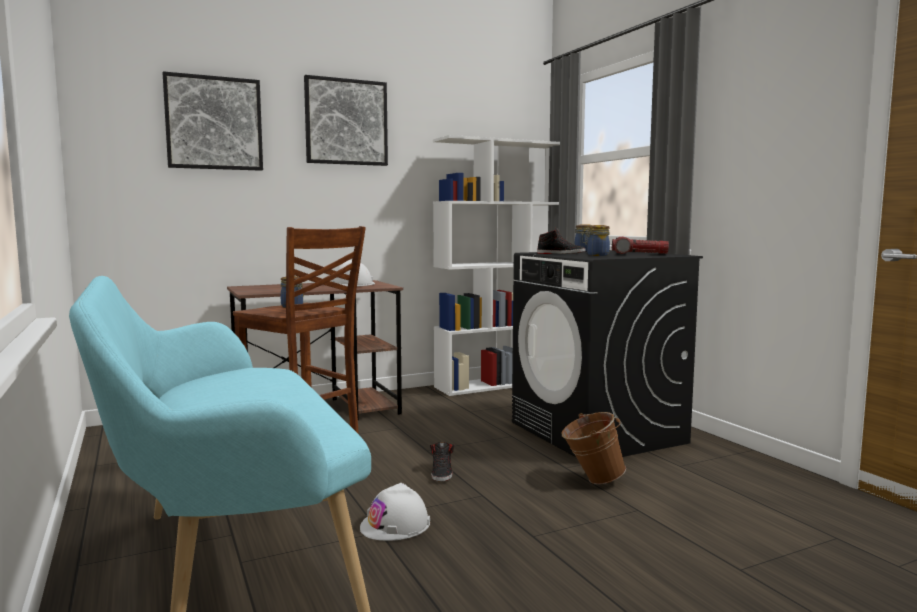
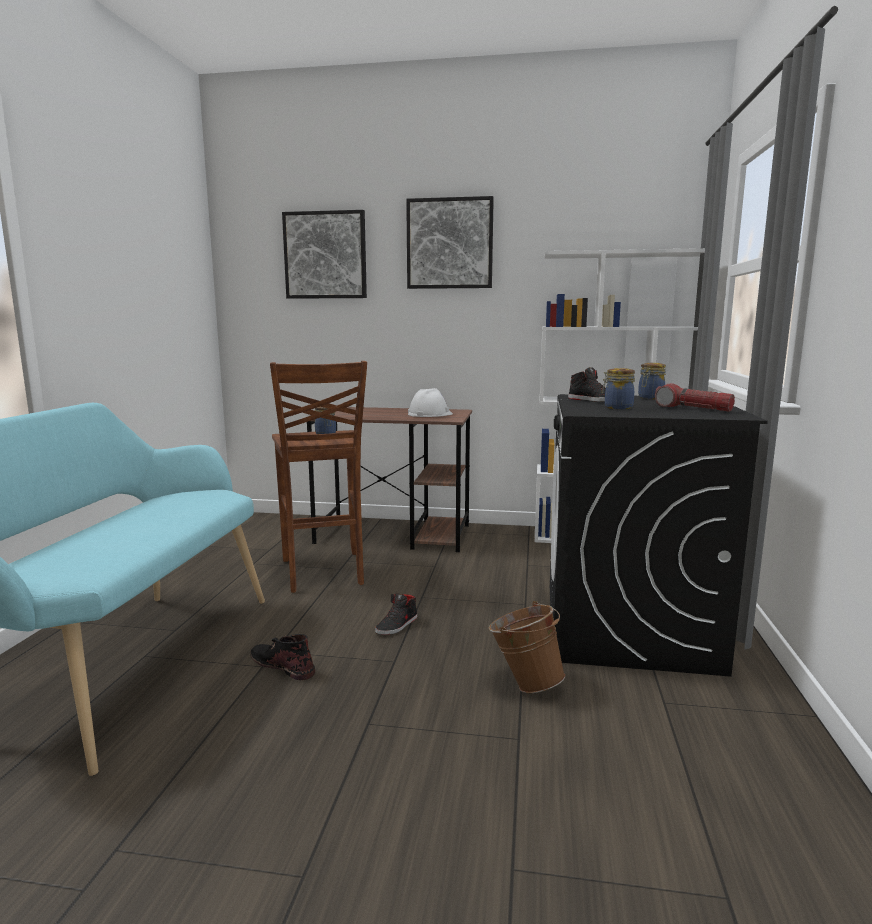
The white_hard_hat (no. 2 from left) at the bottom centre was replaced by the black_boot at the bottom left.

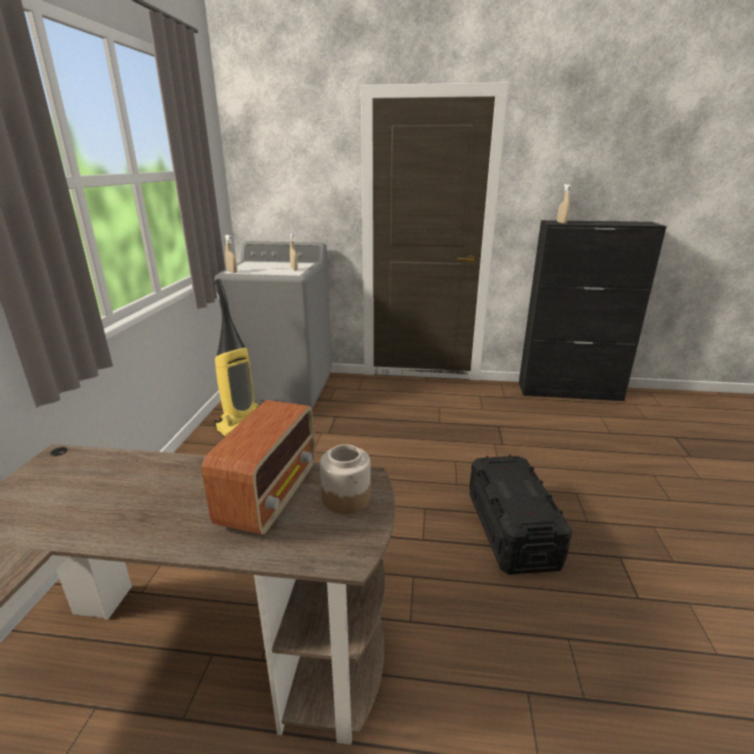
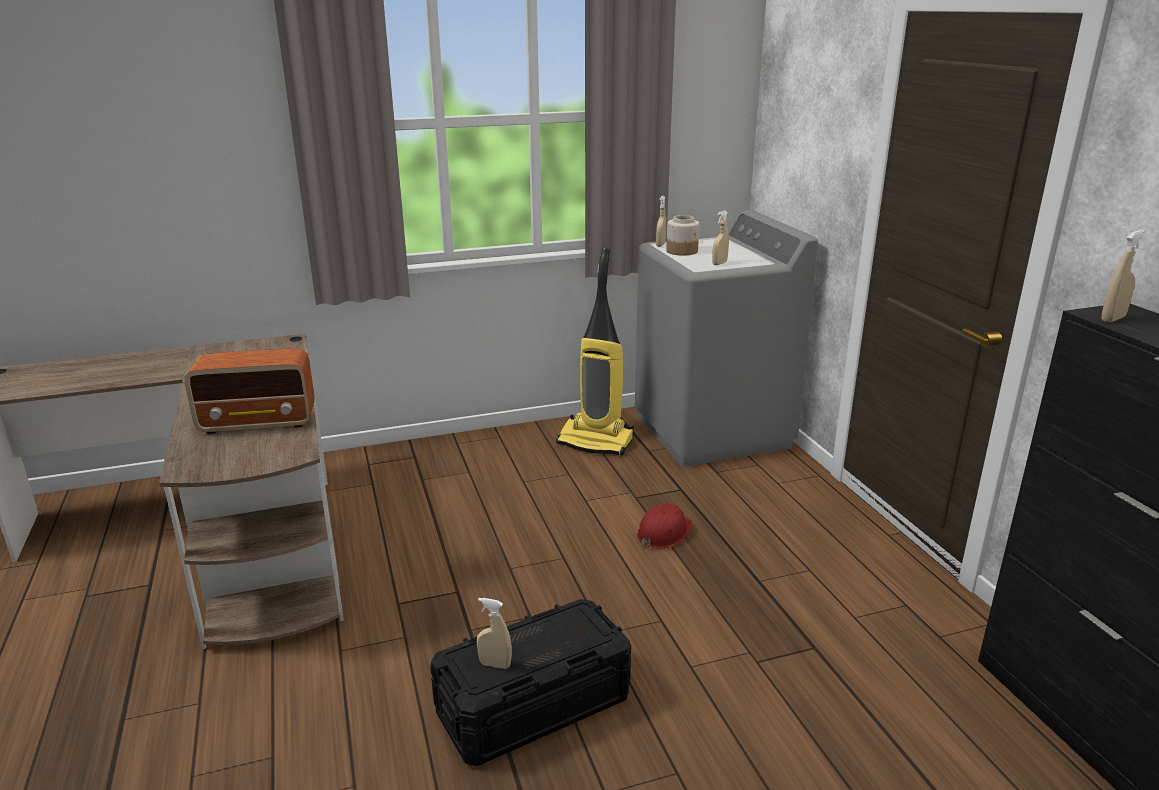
The jar moved from the centre to the top centre. The beige_spray_bottle (no. 1 from left) at the bottom centre appeared. The red_hard_hat at the centre appeared.

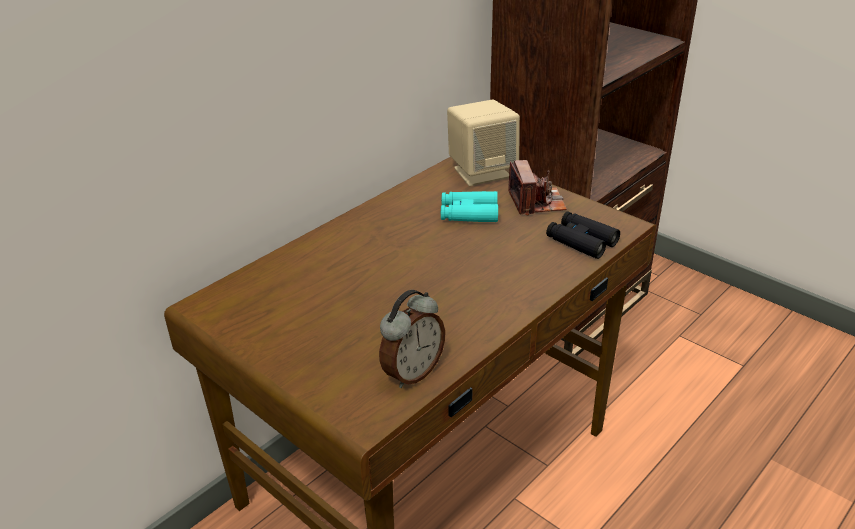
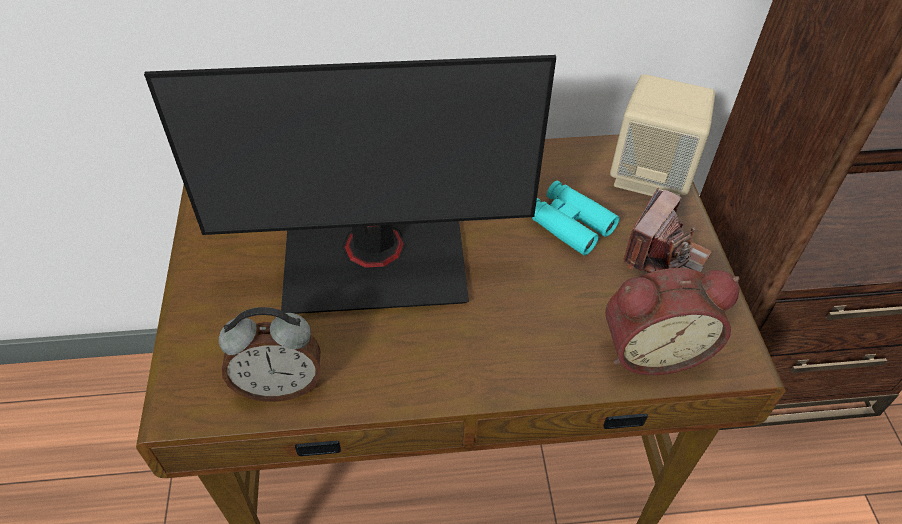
The black_binoculars at the middle right was replaced by the alarm_clock (no. 2 from left) at the middle right. The monitor at the centre appeared.

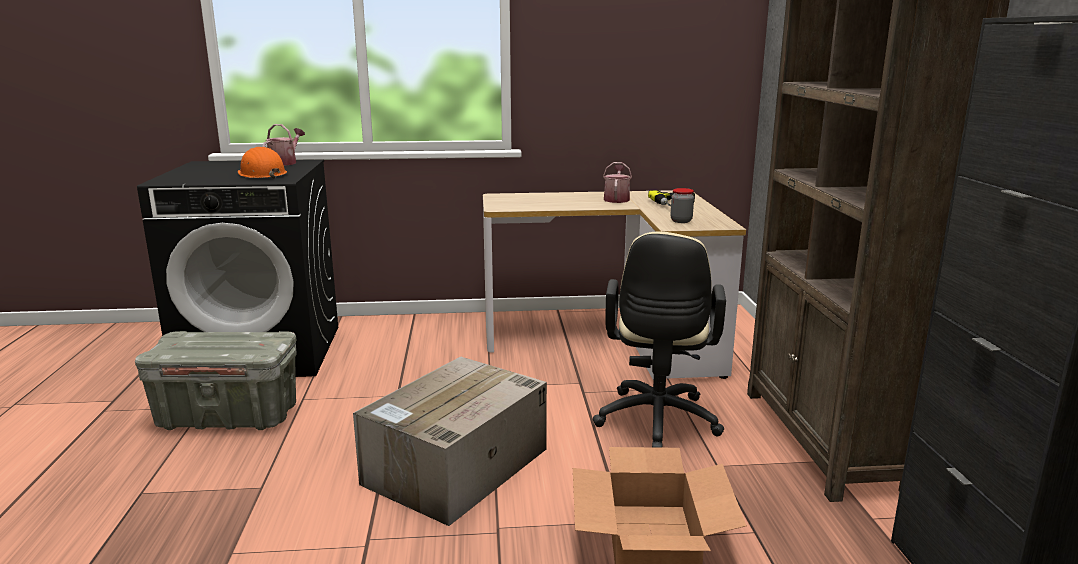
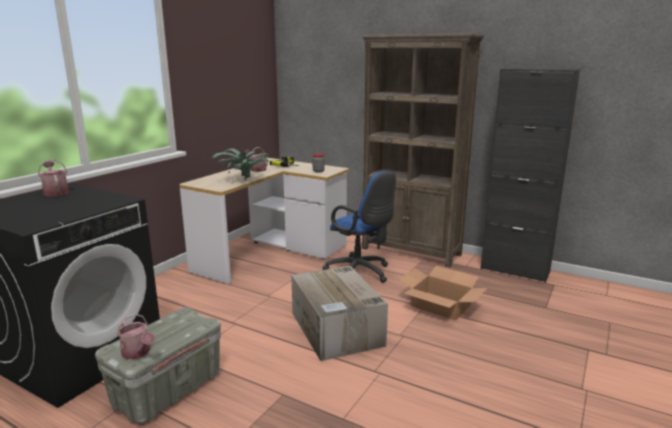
The orange_hard_hat at the top left disappeared. The beige_office_chair at the centre became the blue_office_chair at the centre. The watering_can (no. 2 from left) at the bottom left appeared. The potted_plant at the centre appeared.

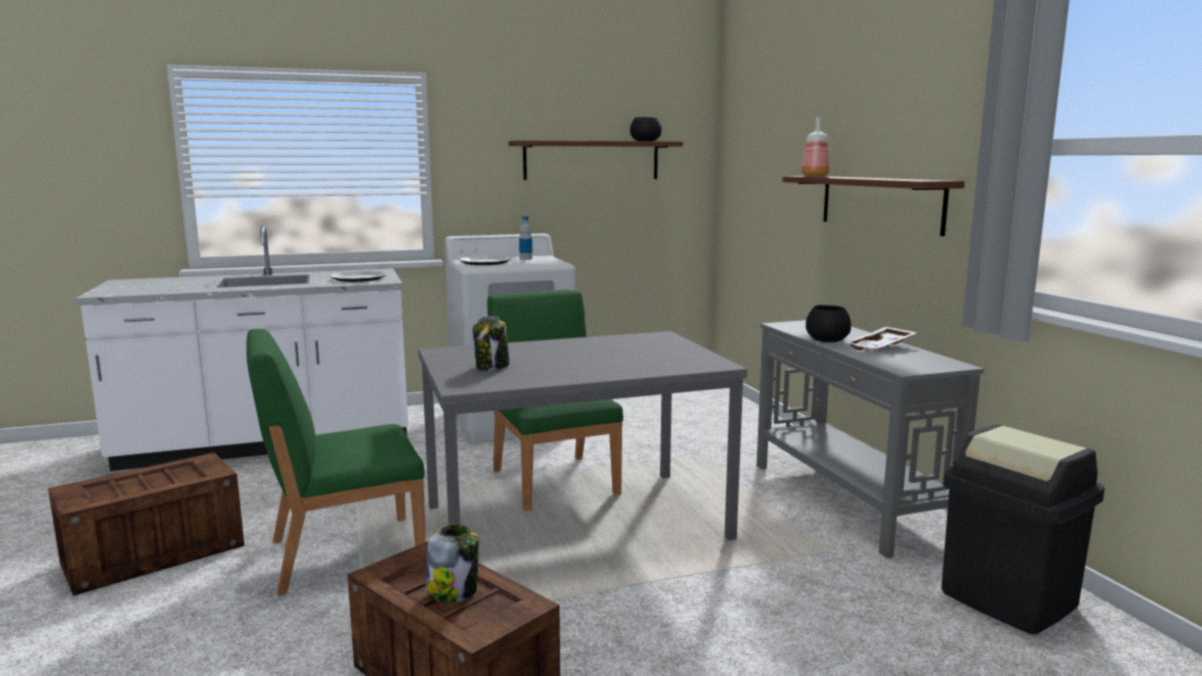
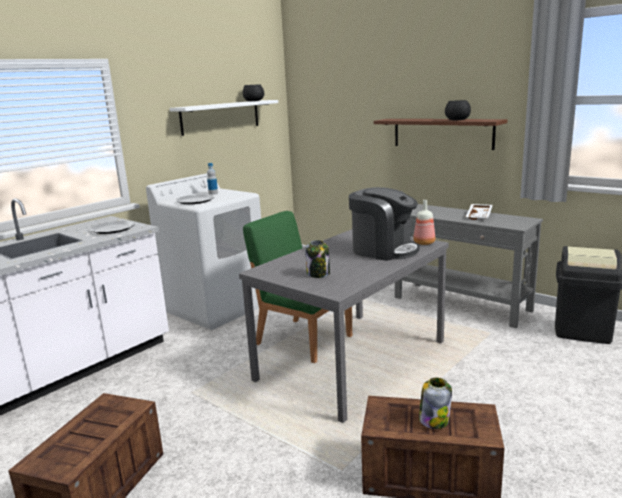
The green_chair (no. 1 from left) at the bottom left disappeared. The brown_shelf (no. 1 from left) at the top centre became the white_shelf at the top centre. The bottle (no. 2 from left) moved from the top right to the middle right. The black_bowl (no. 2 from left) moved from the middle right to the top right. The coffee_machine at the centre appeared.

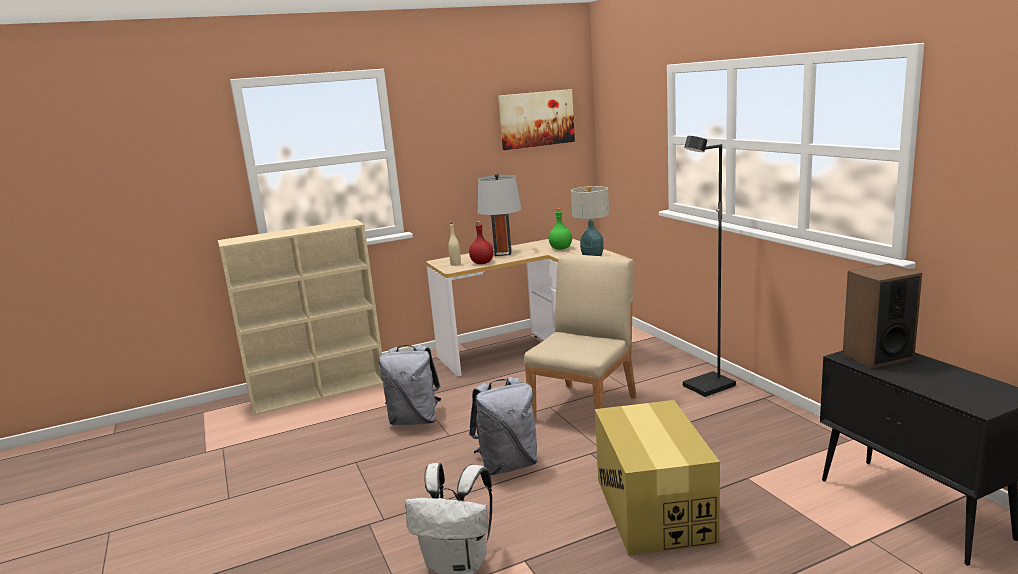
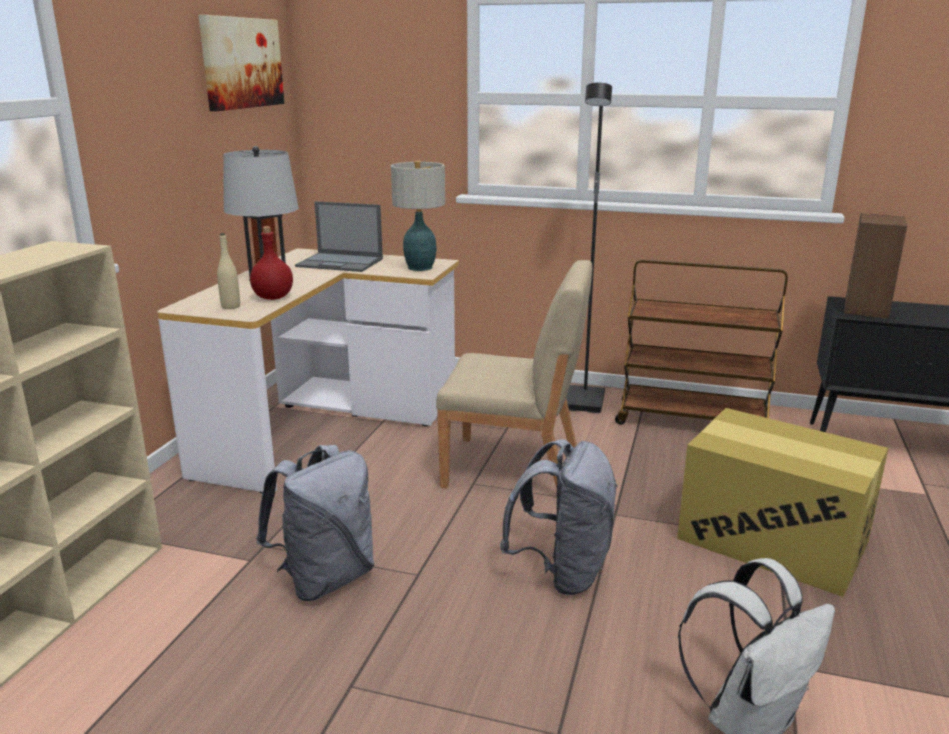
The beige_chair at the centre turned 120 degrees clockwise. The green_bottle at the centre was replaced by the laptop at the top centre. The brown_cart at the middle right appeared.

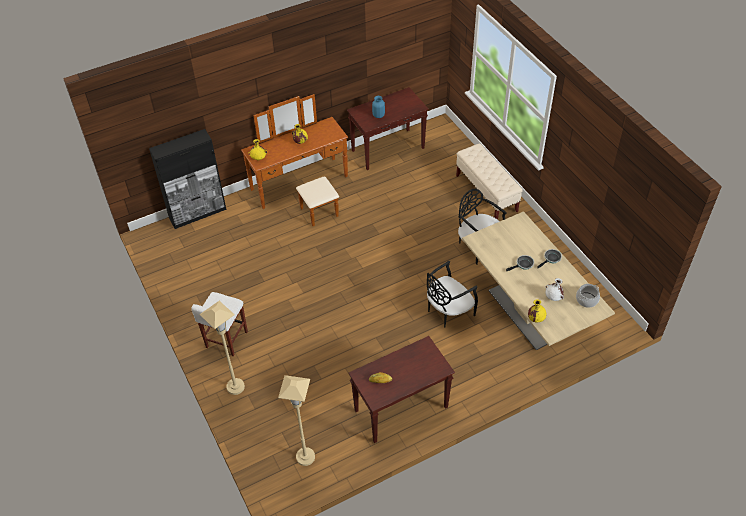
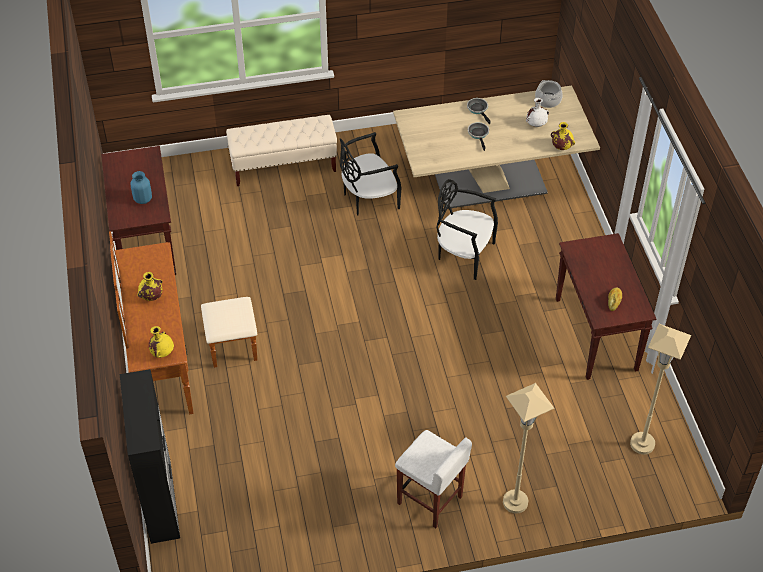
The black_chair (no. 1 from left in the first image) at the centre turned 135 degrees clockwise.

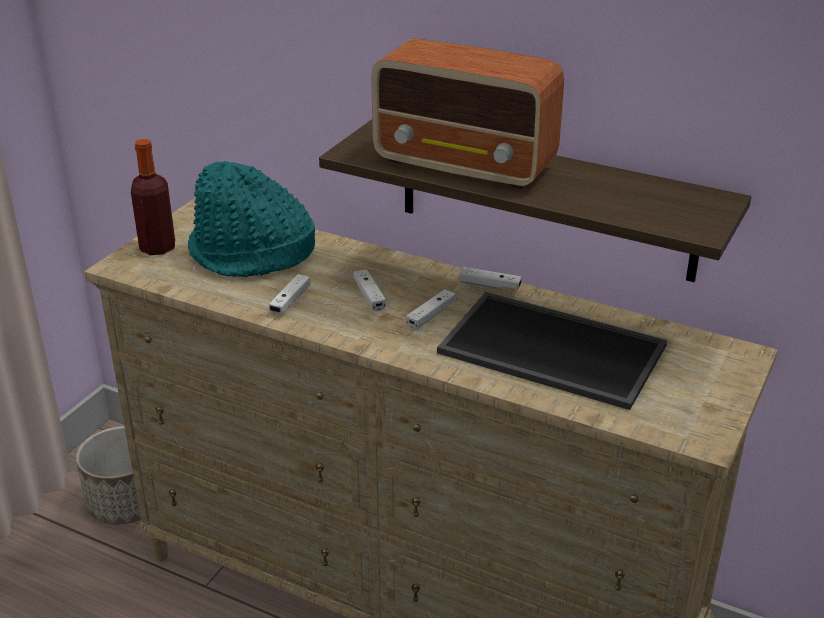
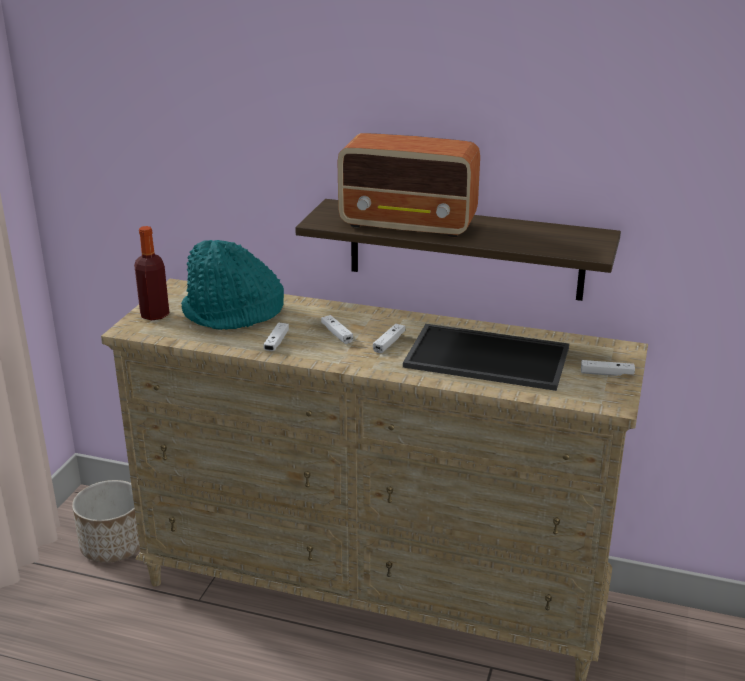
The white_game_controller (no. 4 from left) moved from the centre to the middle right.

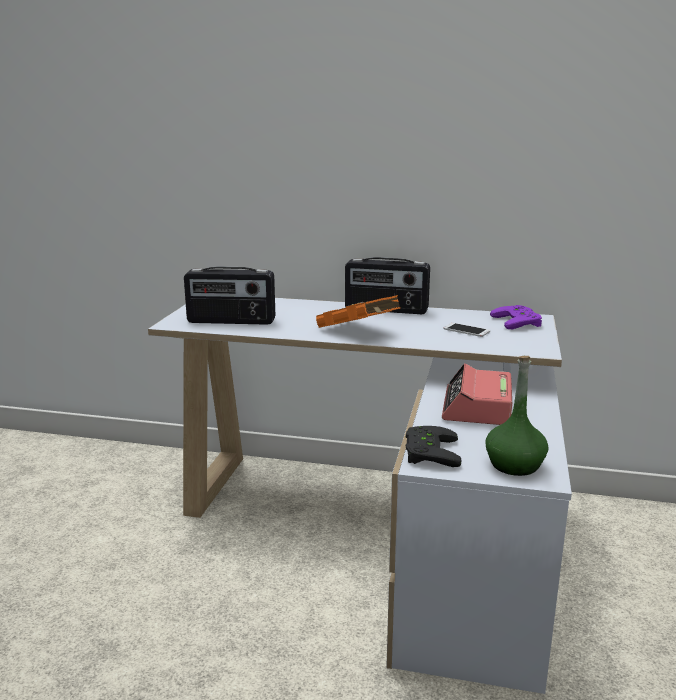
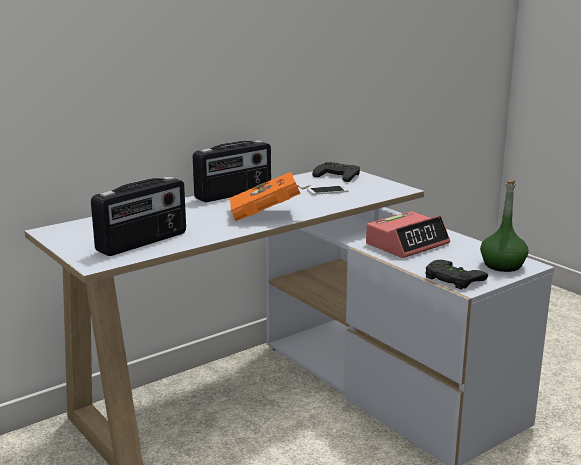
The alarm_clock at the middle right turned 90 degrees counterclockwise. The purple_game_controller at the middle right became the black_game_controller (no. 1 from left) at the centre.

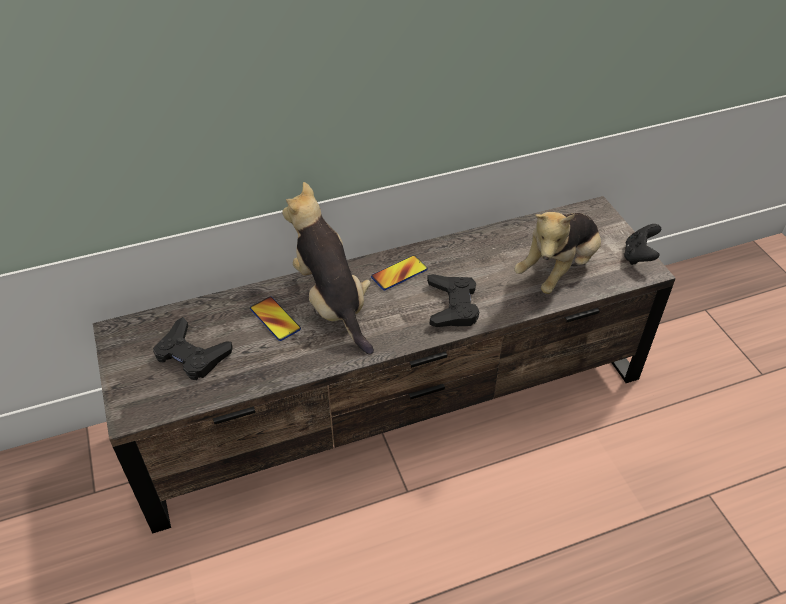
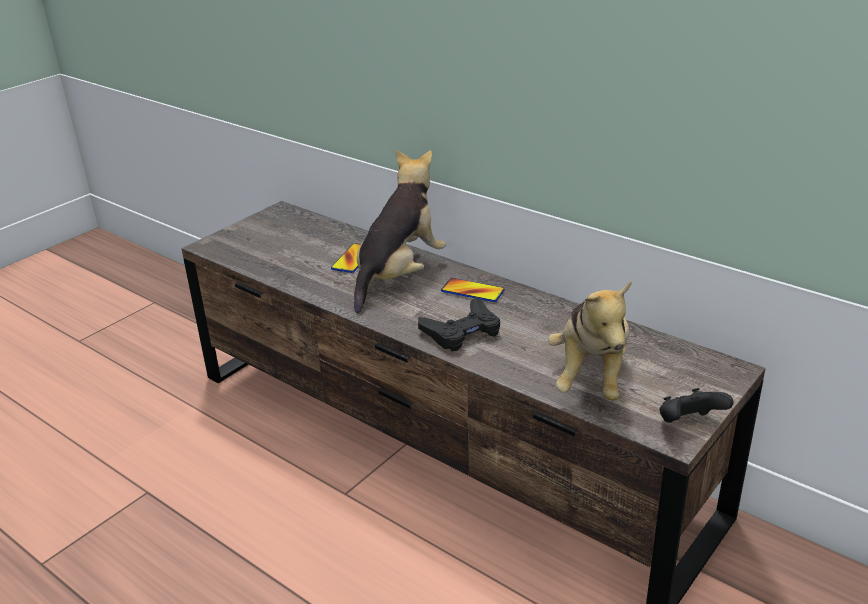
The black_game_controller (no. 1 from left) at the middle left disappeared. The plush_toy (no. 2 from left) at the middle right turned 90 degrees counterclockwise.

